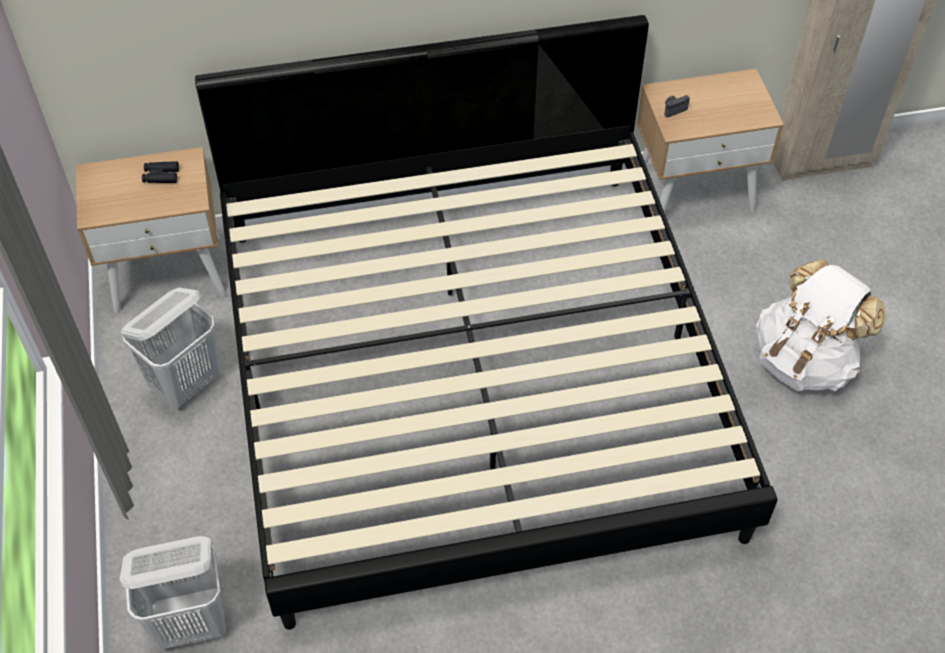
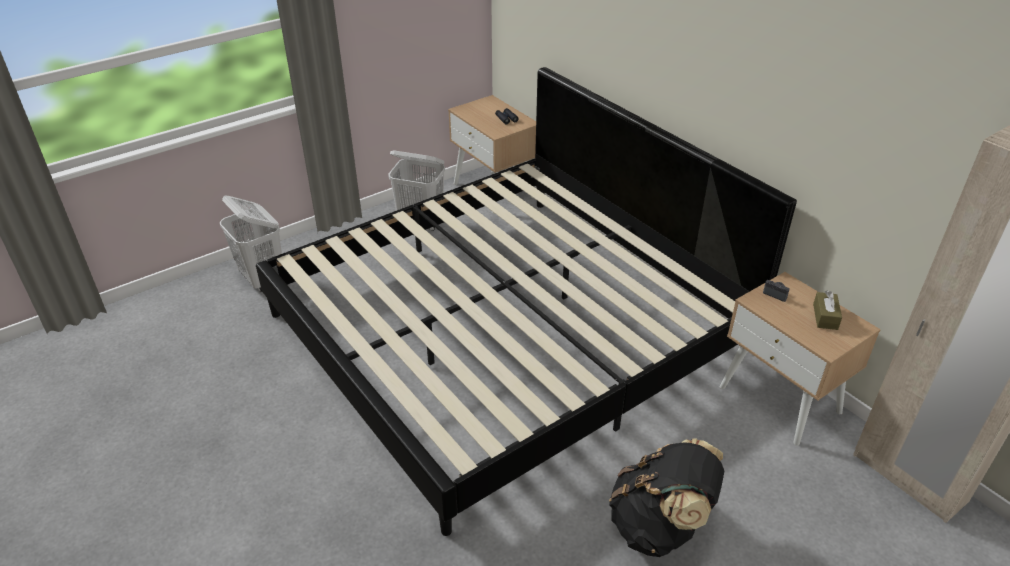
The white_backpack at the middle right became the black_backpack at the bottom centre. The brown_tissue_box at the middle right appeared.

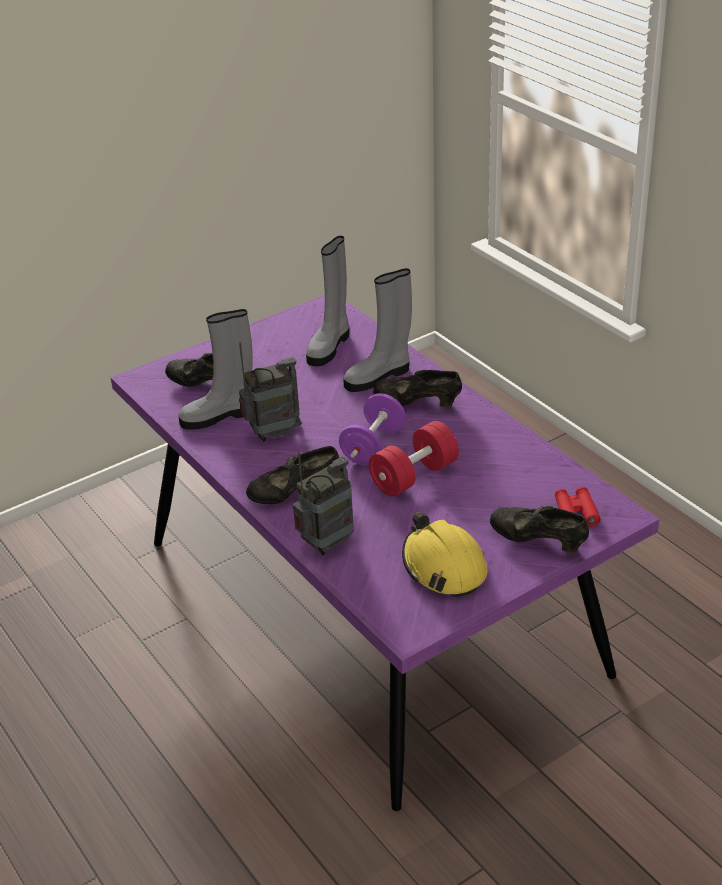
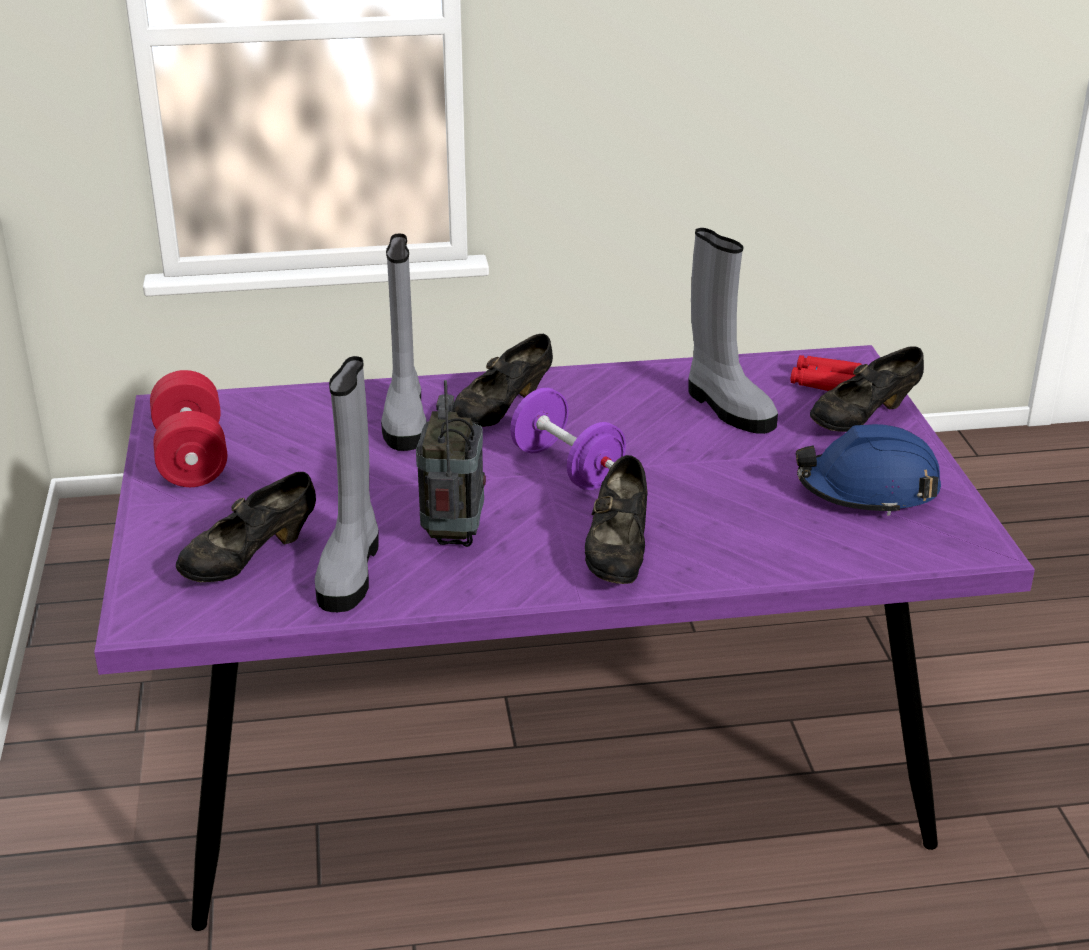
The radio (no. 2 from left) at the centre disappeared. The grey_boot (no. 2 from left in the first image) moved from the centre to the middle right. The red_dumbbell moved from the centre to the middle left. The yellow_hard_hat at the centre became the blue_hard_hat at the middle right.

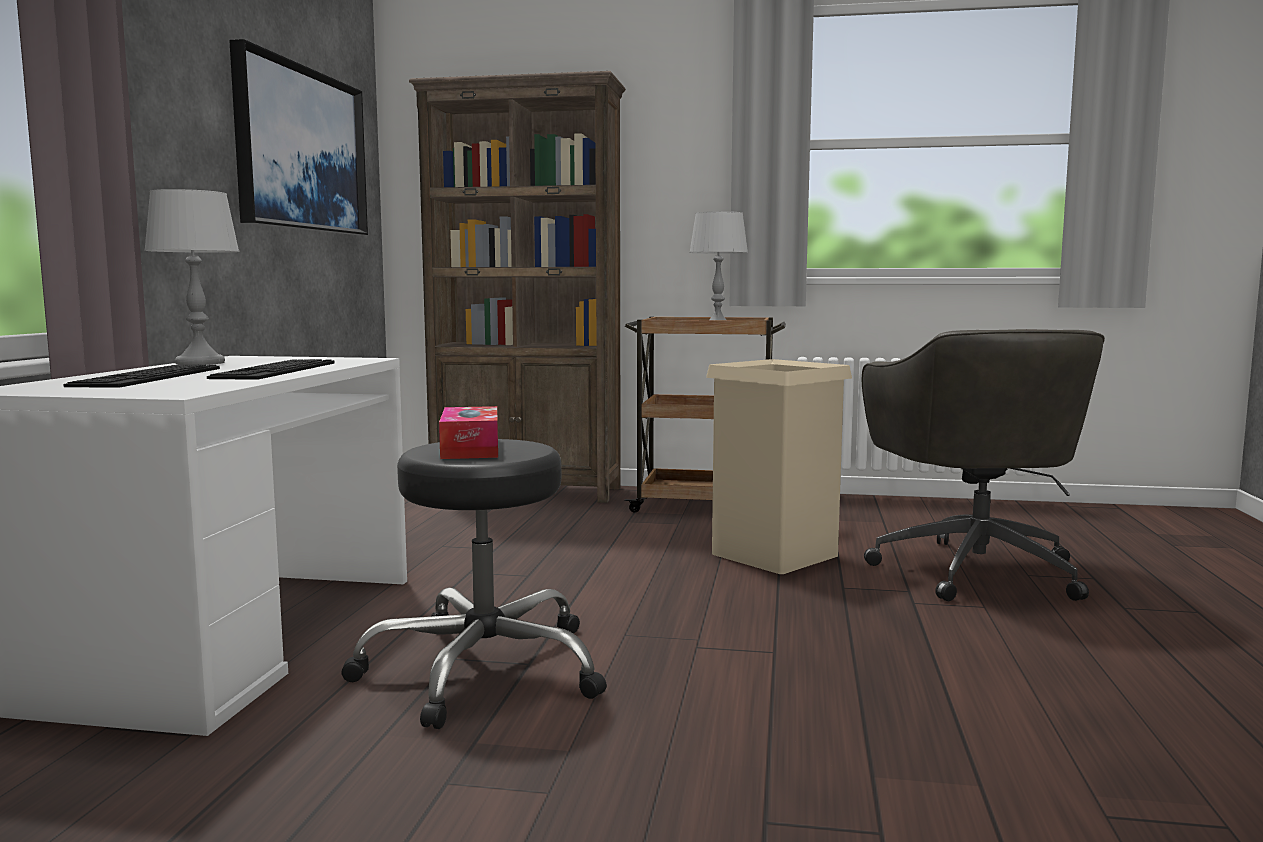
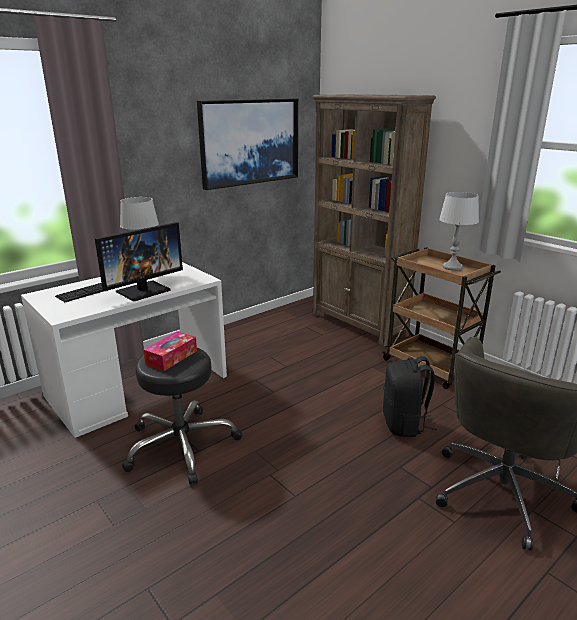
The keyboard (no. 2 from left) at the middle left was replaced by the monitor at the middle left. The beige_trash_can at the centre was replaced by the black_backpack at the middle right.

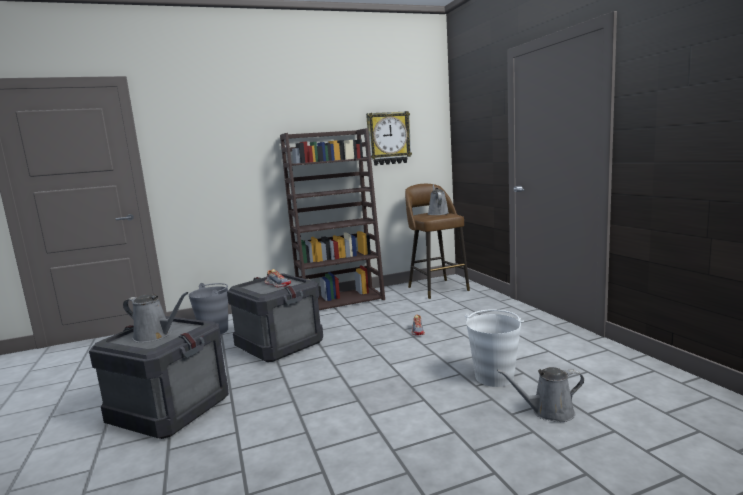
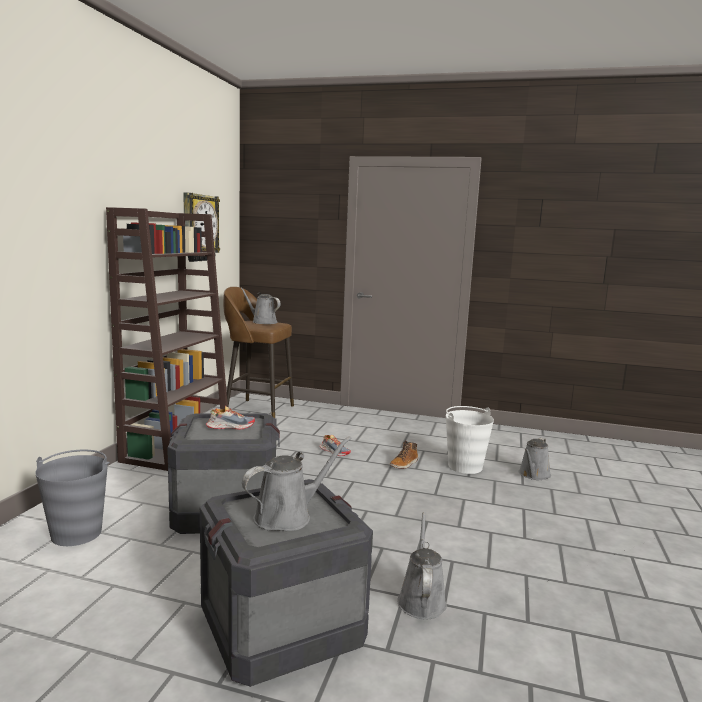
The boot at the centre appeared. The grey_watering_can (no. 3 from left) at the bottom centre appeared.

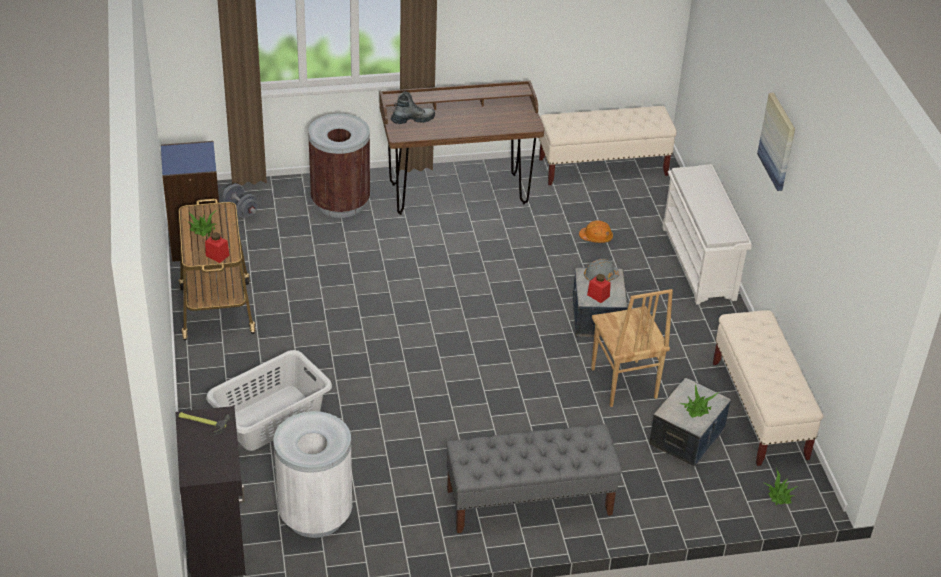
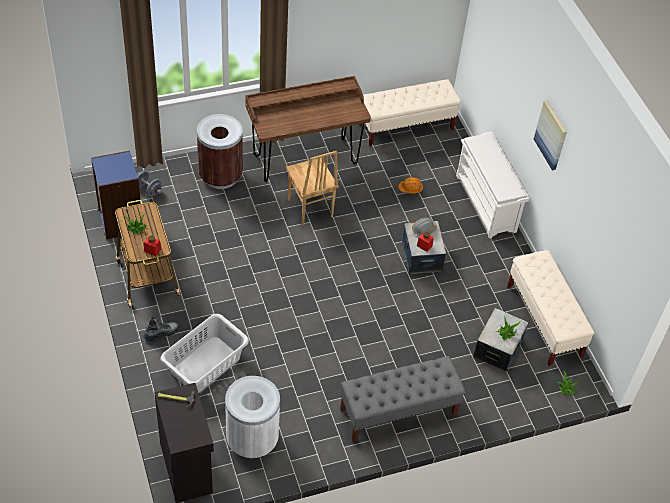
The boot moved from the top centre to the middle left. The brown_chair moved from the middle right to the centre.

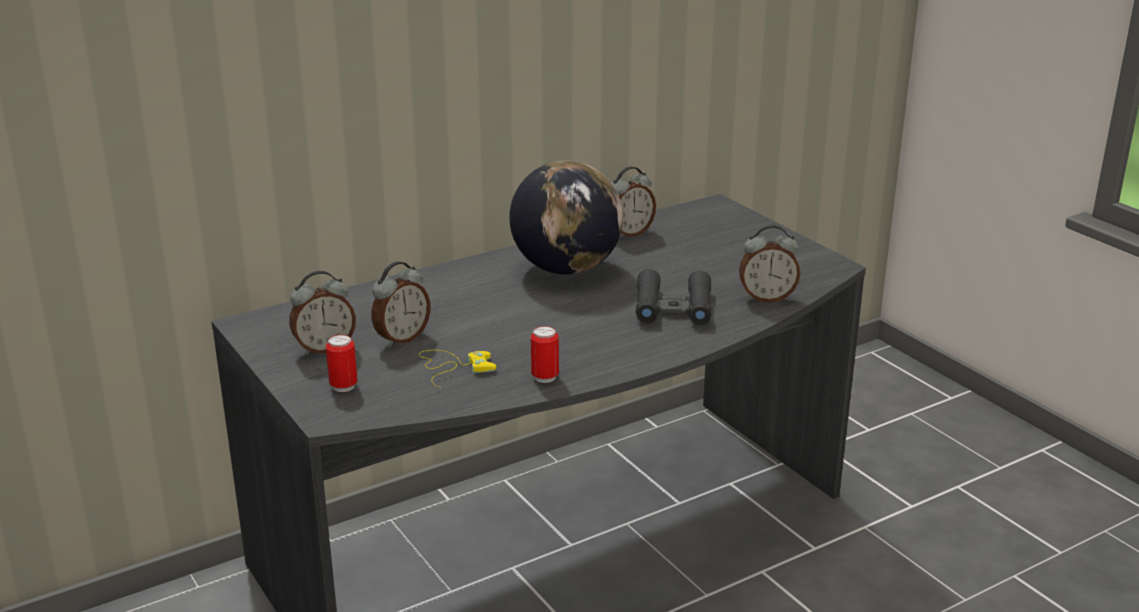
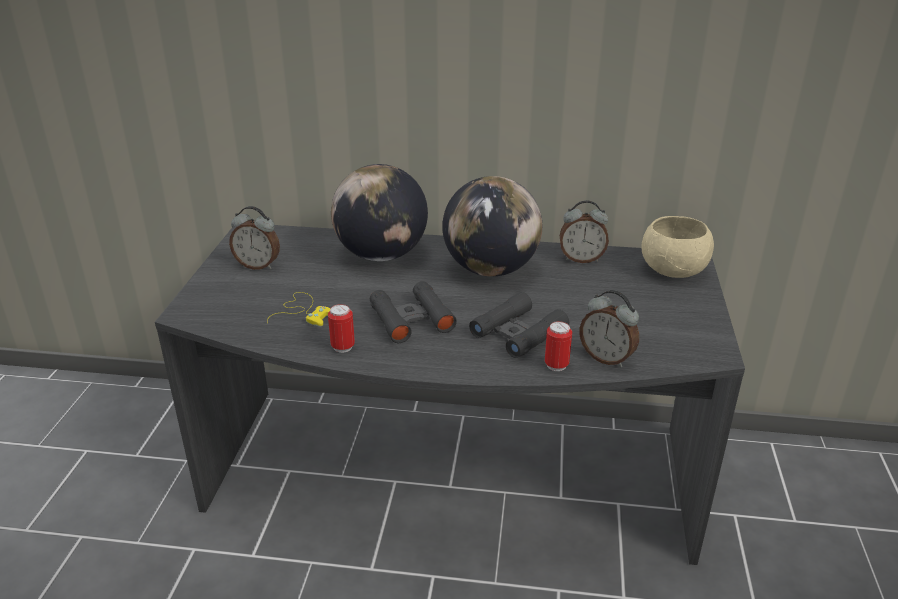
The can (no. 1 from left in the first image) moved from the middle left to the centre. The alarm_clock (no. 2 from left) at the centre disappeared. The globe (no. 1 from left) at the centre appeared. The black_binoculars (no. 1 from left) at the centre appeared. The beige_bowl at the middle right appeared.

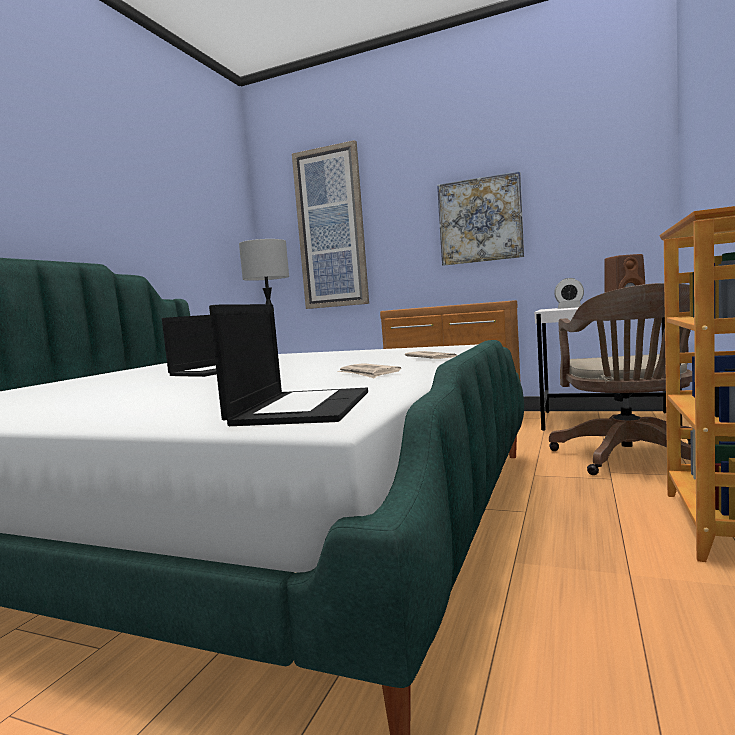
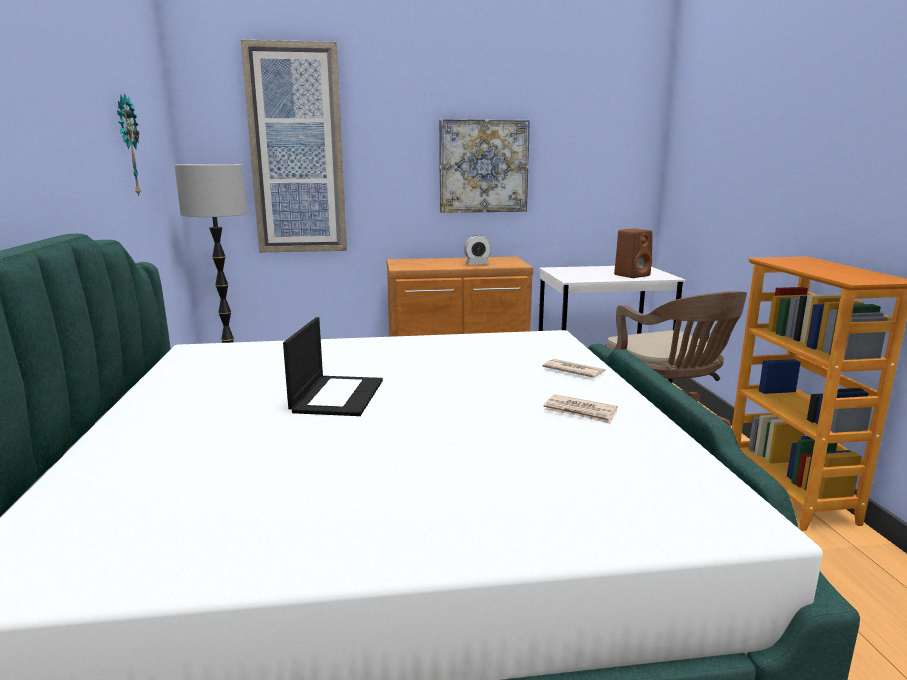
The laptop (no. 2 from left) at the centre disappeared. The alarm_clock moved from the middle right to the centre. The wall_clock at the top left appeared.

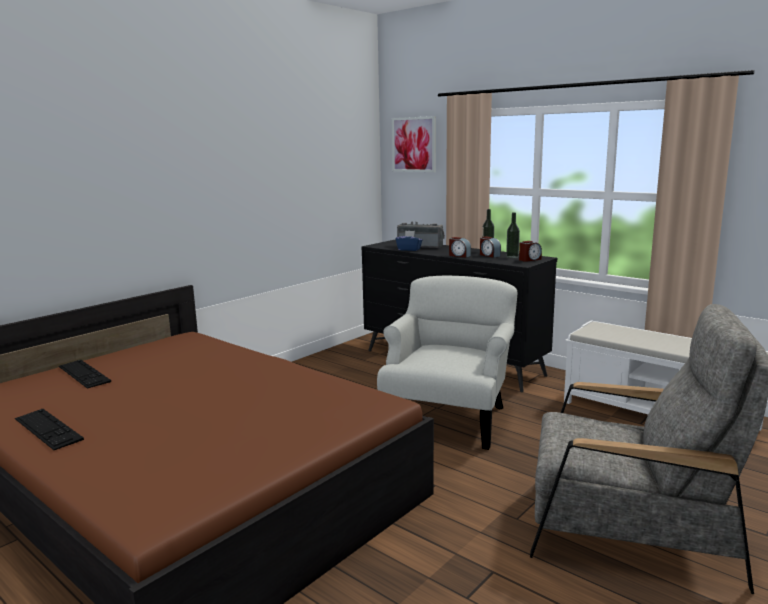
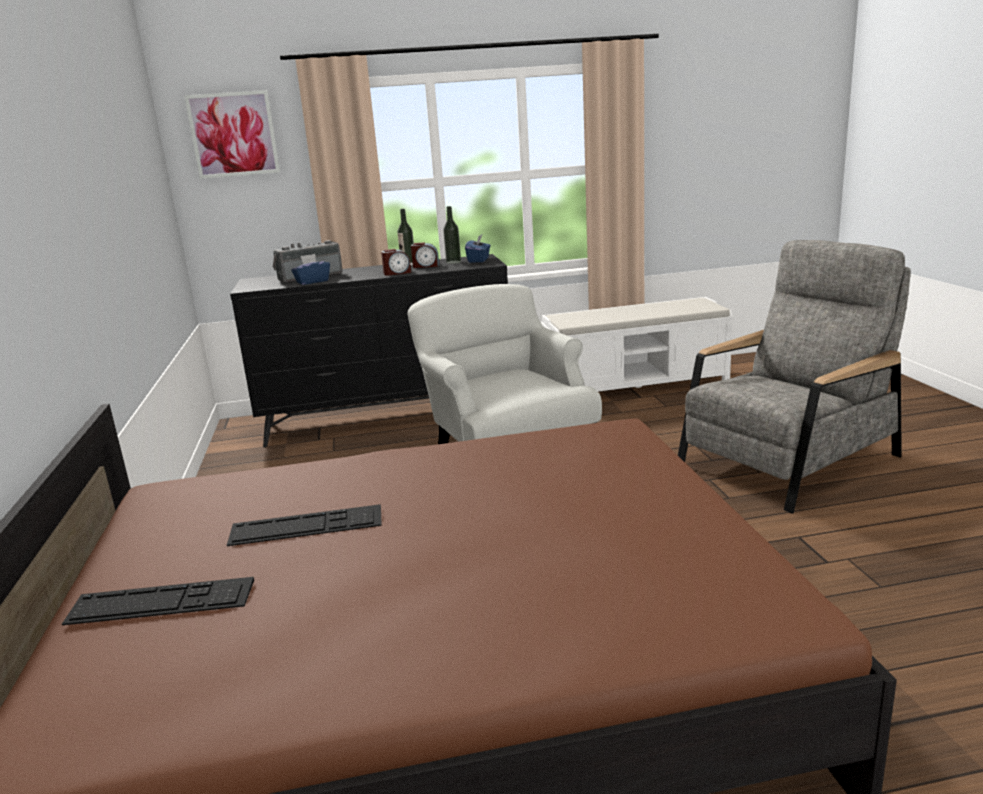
The keyboard (no. 1 from left in the first image) moved from the bottom left to the middle left. The alarm_clock (no. 3 from left) at the middle right was replaced by the blue_tissue_box (no. 2 from left) at the top centre.

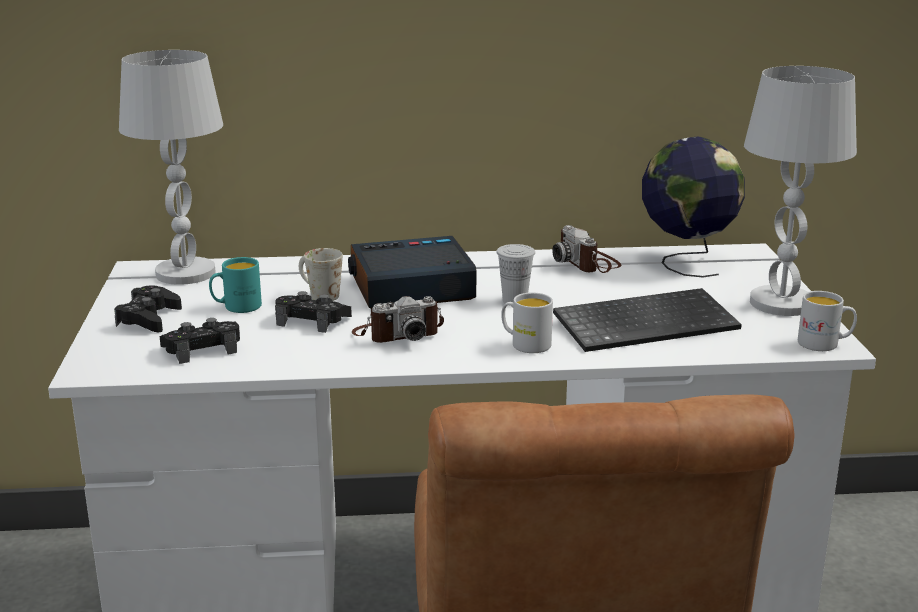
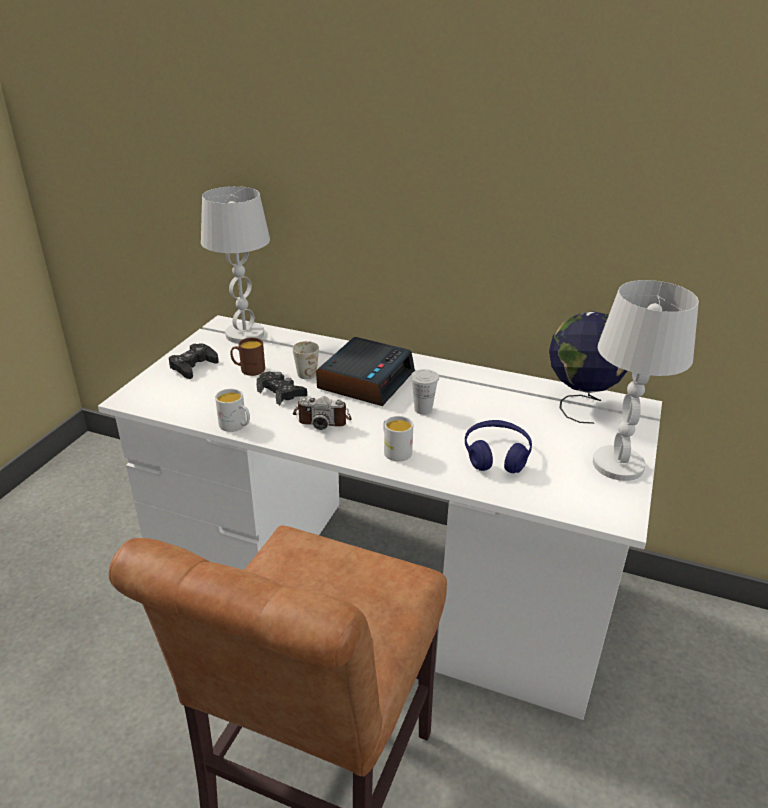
The black_game_controller (no. 2 from left) at the middle left disappeared. The turquoise_mug at the middle left became the brown_mug at the middle left. The alarm_clock at the centre turned 105 degrees clockwise. The photo_camera (no. 2 from left) at the centre disappeared. The keyboard at the middle right was replaced by the blue_headphones at the centre. The white_mug (no. 3 from left in the first image) moved from the middle right to the middle left.

